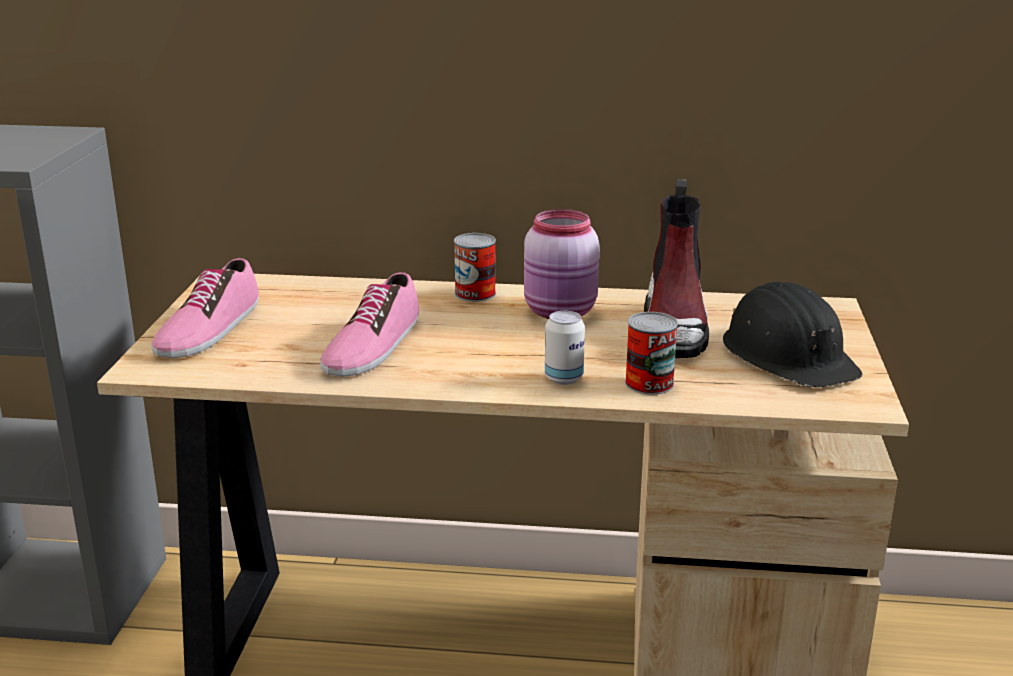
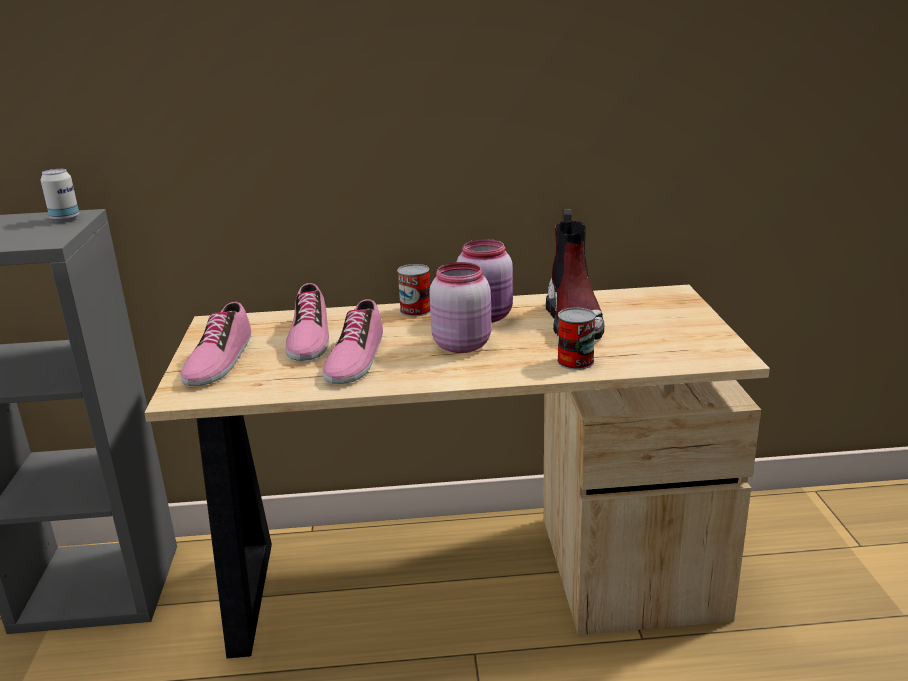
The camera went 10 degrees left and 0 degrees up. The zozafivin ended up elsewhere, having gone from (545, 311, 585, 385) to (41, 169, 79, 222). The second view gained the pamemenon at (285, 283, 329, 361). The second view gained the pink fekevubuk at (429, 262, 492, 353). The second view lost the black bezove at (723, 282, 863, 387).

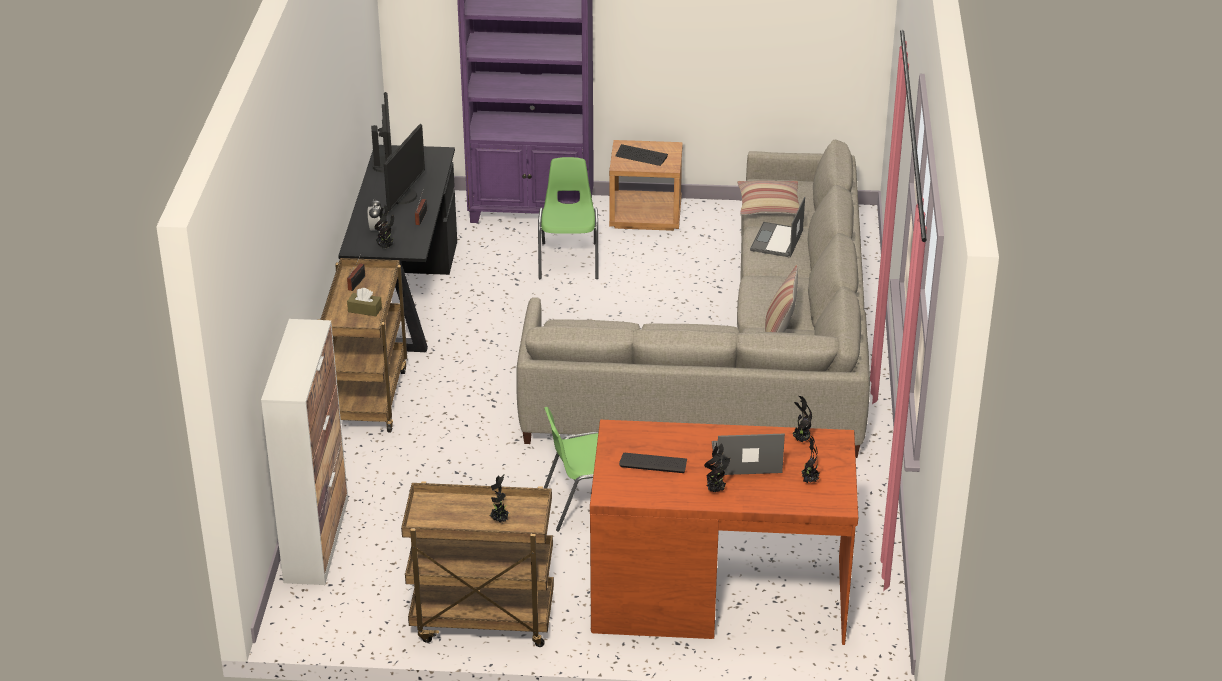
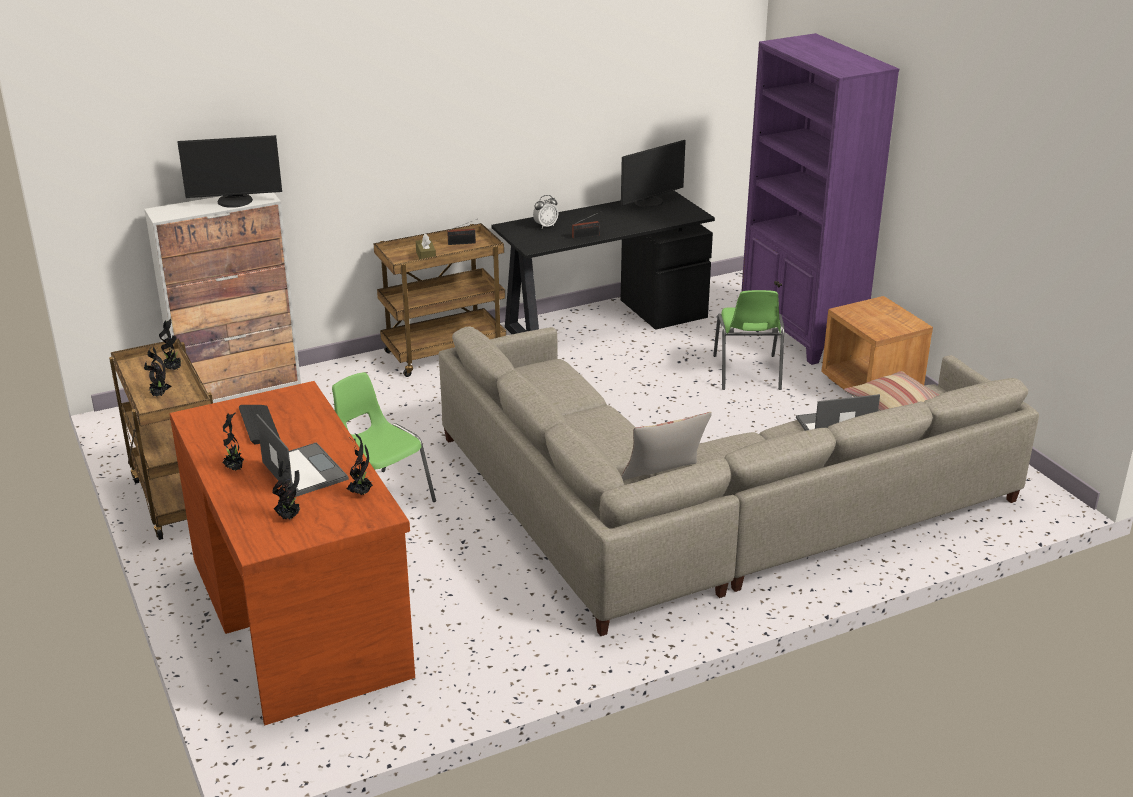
The camera went 60 degrees right and 5 degrees down. The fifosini ended up elsewhere, having gone from (374, 205, 394, 248) to (159, 319, 182, 370). The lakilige ended up elsewhere, having gone from (384, 124, 425, 211) to (177, 135, 282, 208). The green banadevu at (538, 157, 598, 279) ended up facing another way, 120 degrees clockwise from before. The second view lost the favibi at (615, 144, 668, 166).

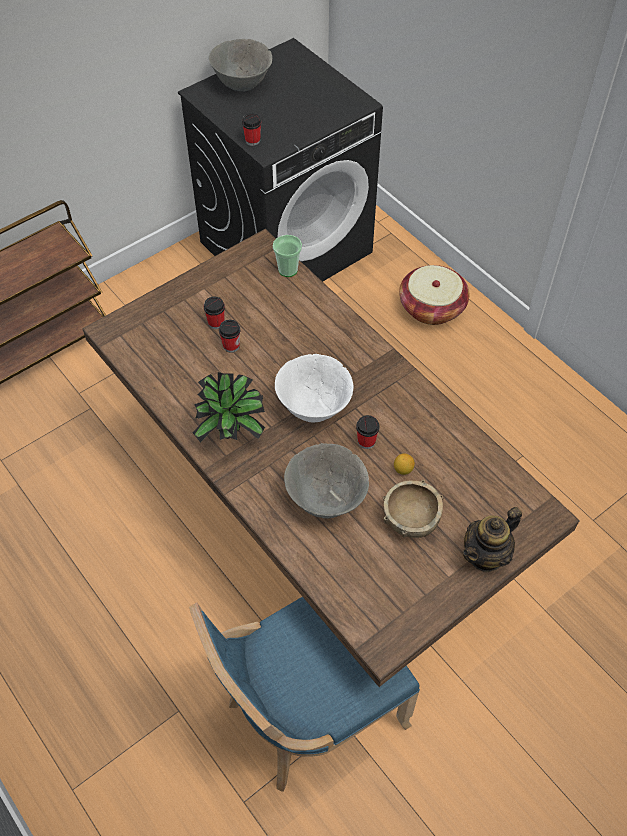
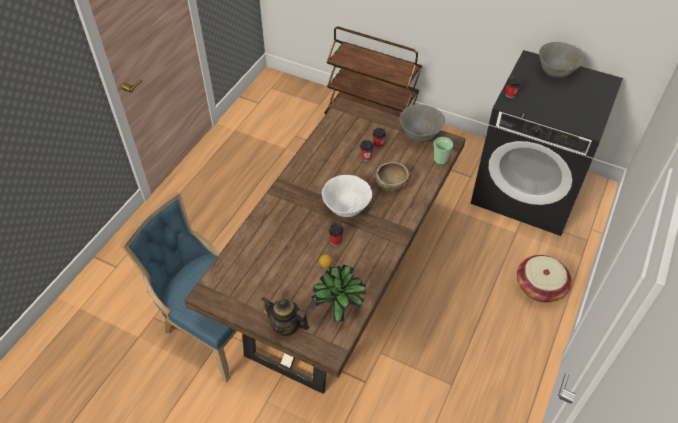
The camera went 65 degrees right and 5 degrees down. The fifosini ended up elsewhere, having gone from (193, 372, 265, 442) to (311, 264, 366, 322). The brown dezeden ended up elsewhere, having gone from (383, 480, 443, 538) to (374, 162, 411, 191). The grey dezeden ended up elsewhere, having gone from (284, 443, 369, 518) to (400, 104, 445, 142).

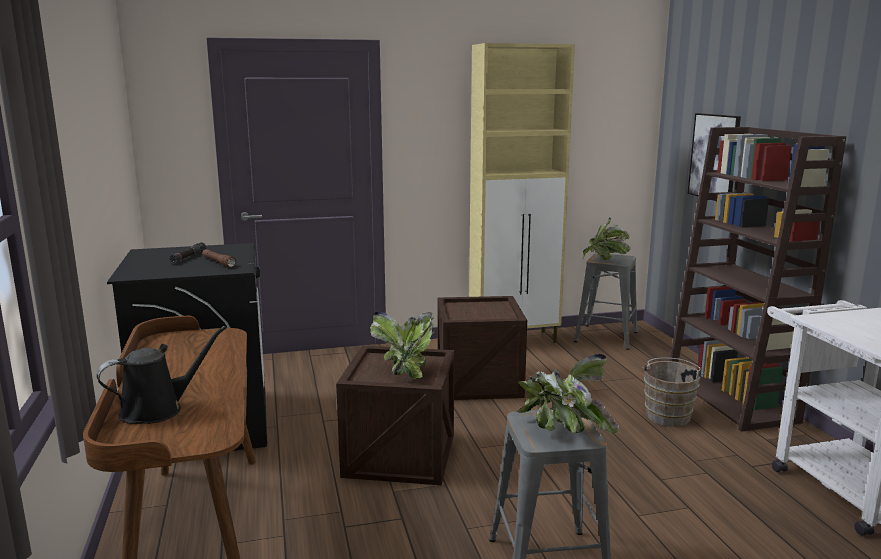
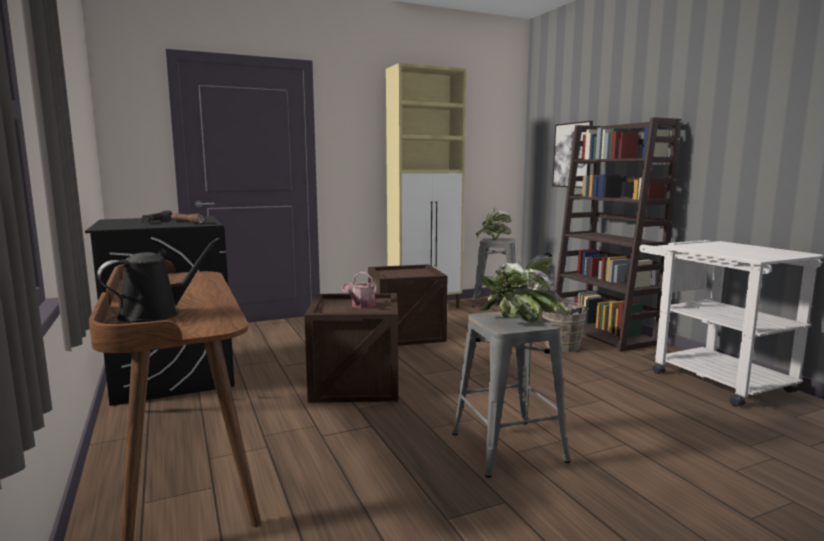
The camera went 10 degrees left and 5 degrees down. Where the fifosini stood at (370, 312, 434, 379), the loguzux came to stand at (342, 272, 377, 309).

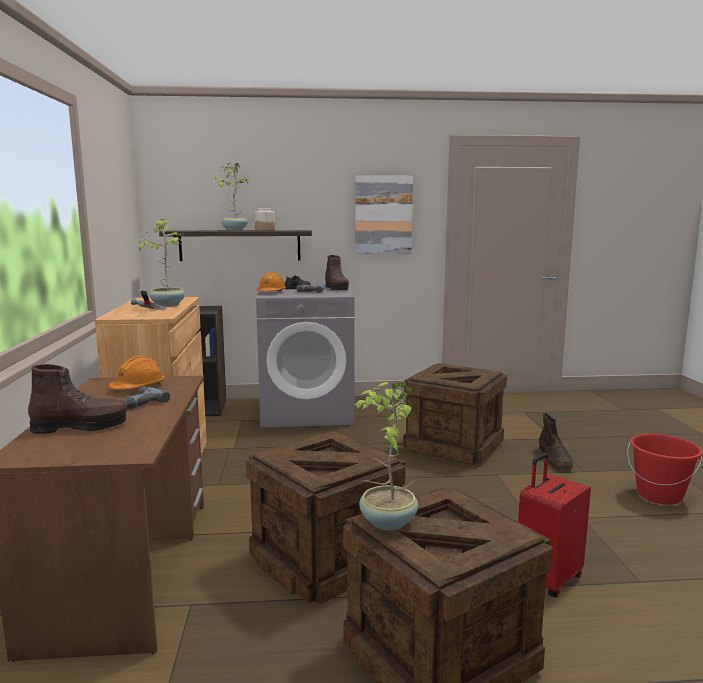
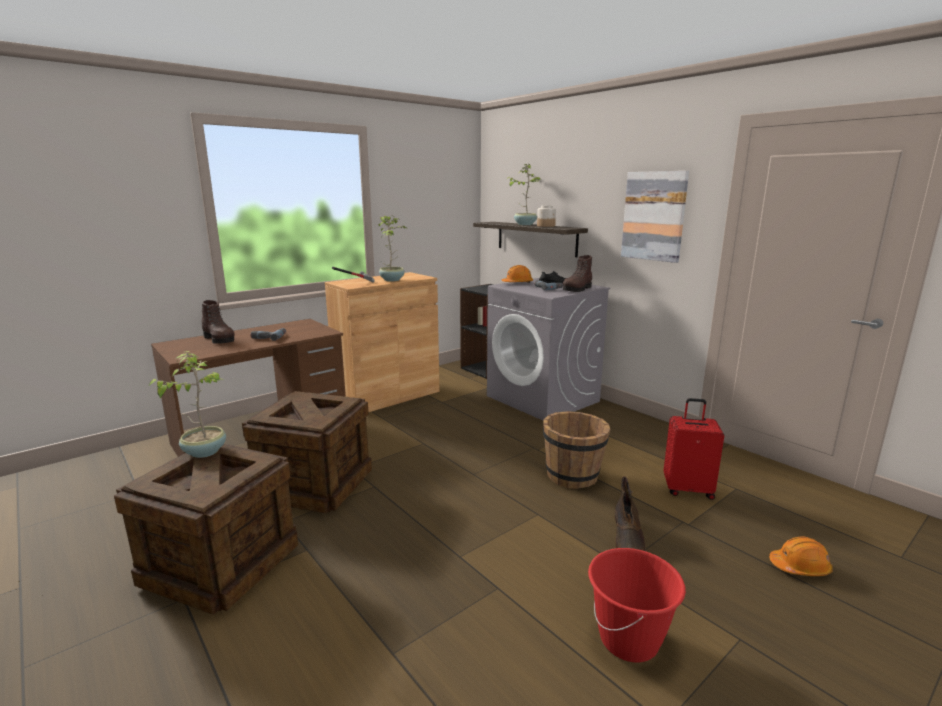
The camera went 55 degrees right and 5 degrees up. Where the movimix stood at (403, 363, 507, 465), the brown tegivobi came to stand at (543, 411, 611, 489). The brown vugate at (539, 413, 573, 469) ended up facing another way, 45 degrees counterclockwise from before. The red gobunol ended up elsewhere, having gone from (518, 453, 591, 598) to (663, 398, 724, 500). The orange bezove ended up elsewhere, having gone from (109, 356, 165, 390) to (769, 536, 833, 576).

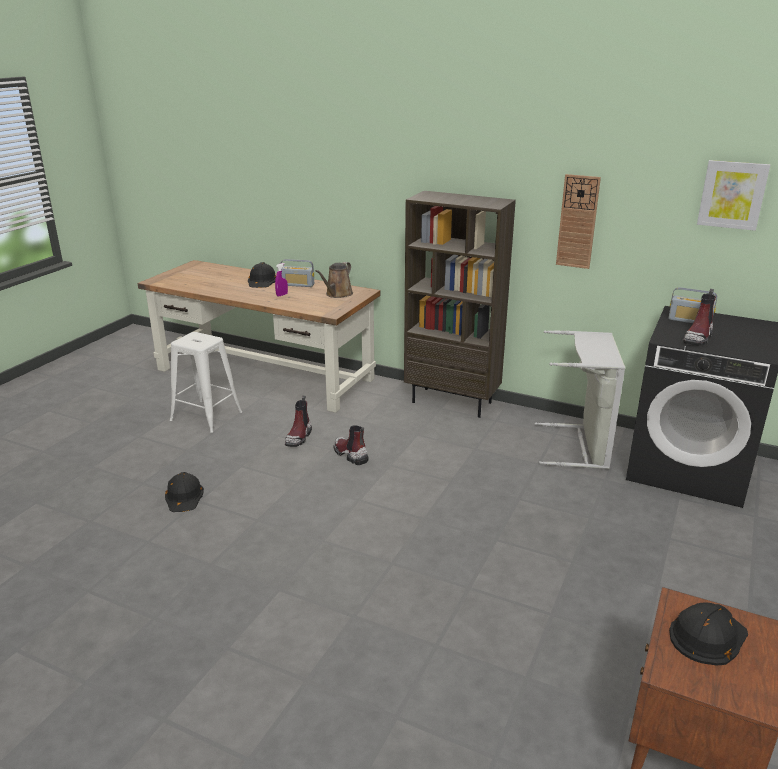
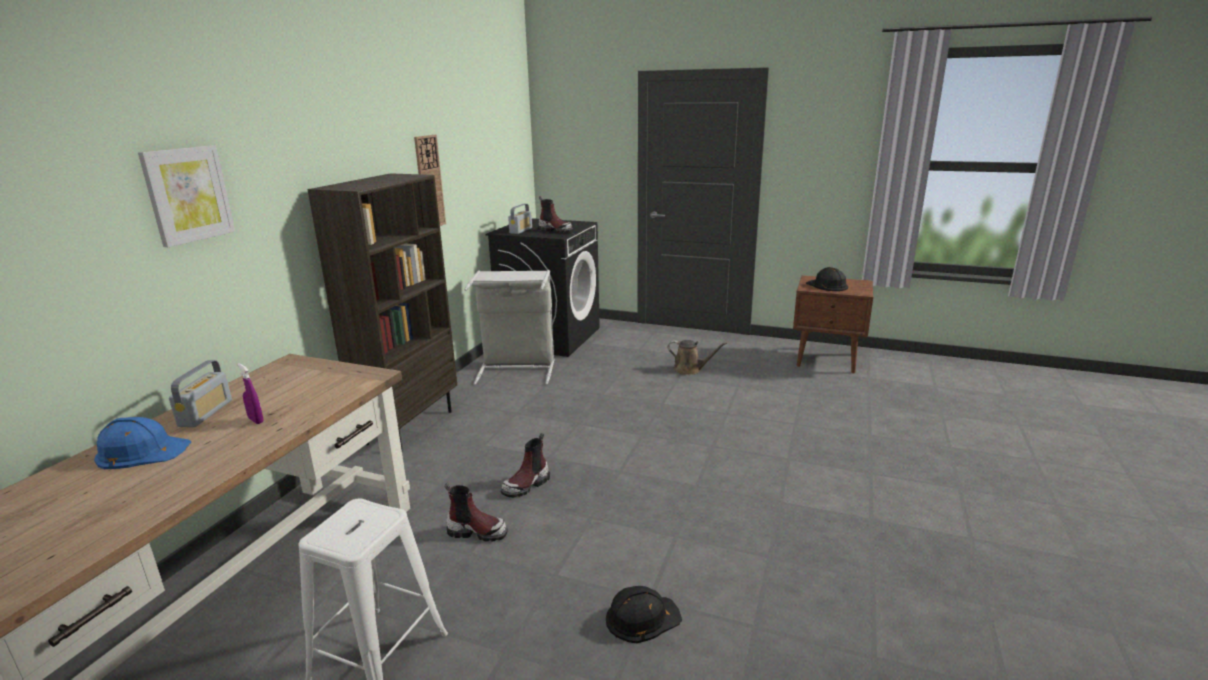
The camera went 95 degrees left and 5 degrees down. What was the black bezove at (248, 262, 276, 288) turned into the blue bezove at (94, 417, 191, 469). The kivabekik ended up elsewhere, having gone from (697, 160, 770, 231) to (138, 145, 235, 247). The brown loguzux ended up elsewhere, having gone from (315, 262, 353, 298) to (667, 340, 727, 375).

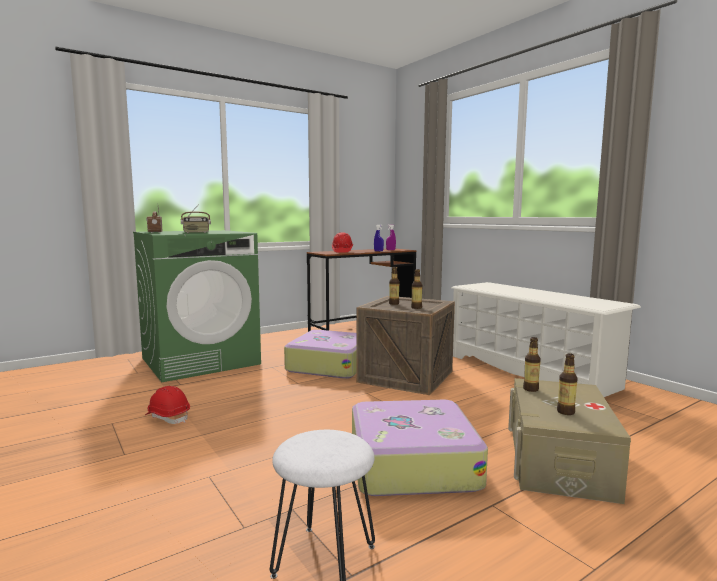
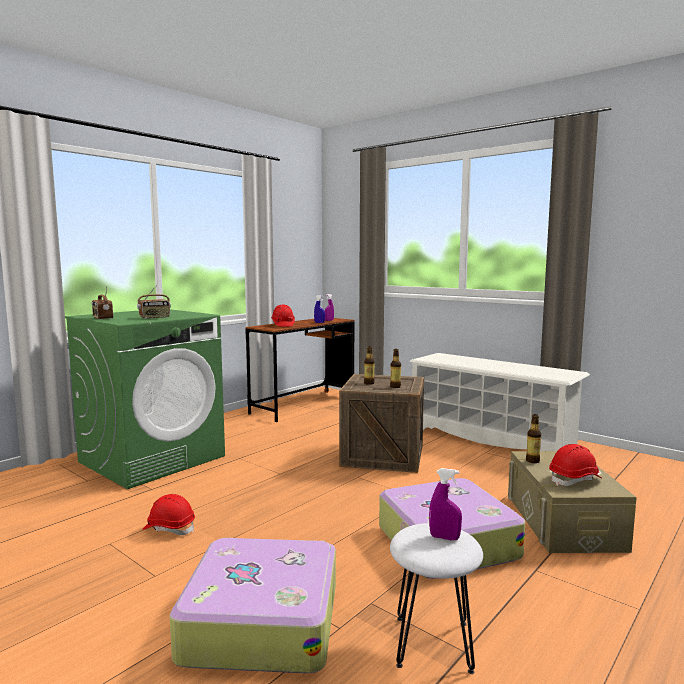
The camera went 15 degrees left and 0 degrees up. The gobunol ended up elsewhere, having gone from (284, 330, 356, 379) to (170, 538, 336, 673). The second view gained the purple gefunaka at (429, 468, 462, 541). Where the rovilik stood at (557, 353, 578, 415), the red bezove came to stand at (549, 444, 601, 486).

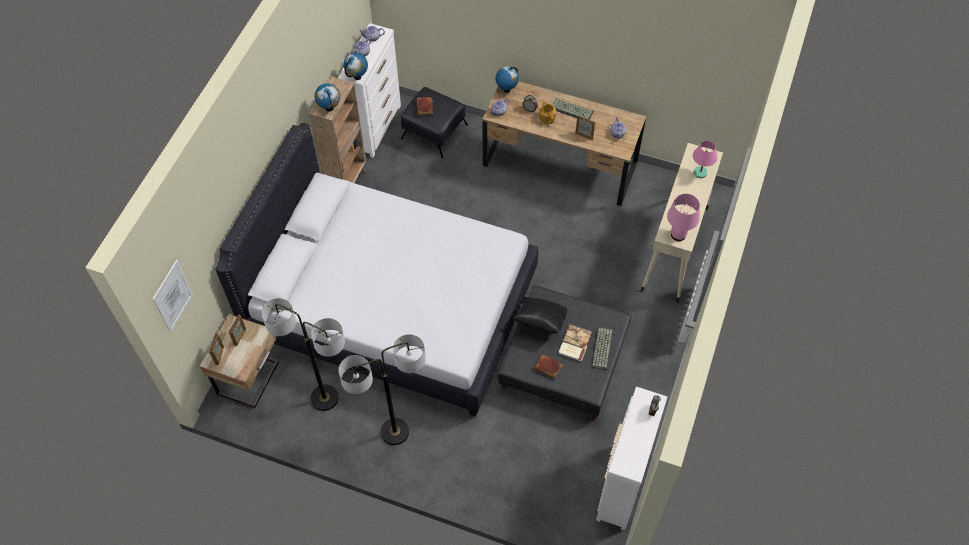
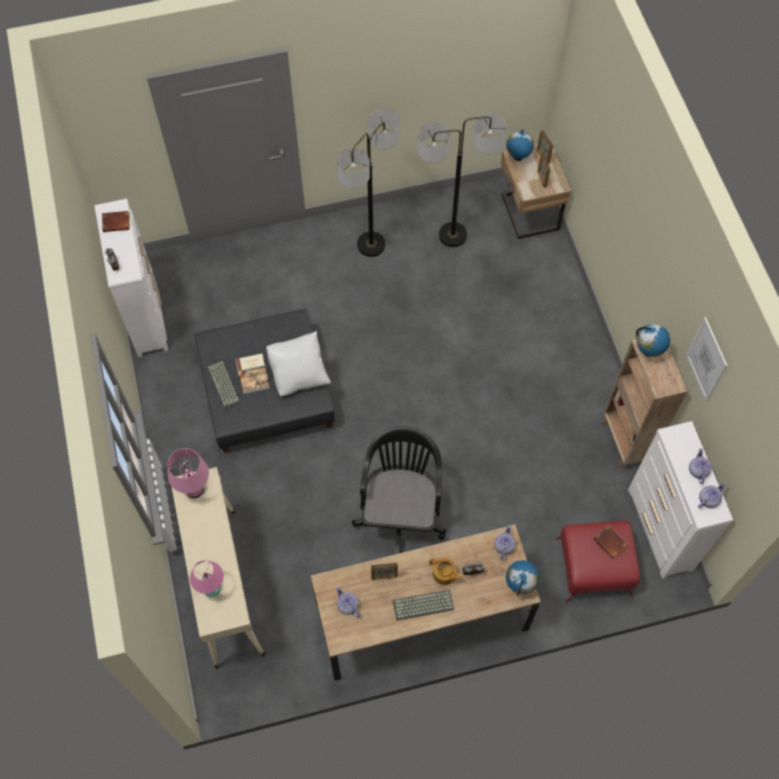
The camera went 145 degrees right and 5 degrees up. The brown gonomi ended up elsewhere, having gone from (535, 354, 563, 378) to (102, 211, 130, 232). What was the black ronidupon at (513, 297, 567, 334) turned into the white ronidupon at (266, 331, 331, 396). The second view gained the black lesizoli at (352, 426, 446, 555). The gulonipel ended up elsewhere, having gone from (343, 53, 368, 80) to (507, 130, 534, 161). What was the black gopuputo at (401, 87, 468, 158) turned into the red gopuputo at (556, 521, 640, 603). The kivabekik ended up elsewhere, having gone from (153, 260, 194, 332) to (686, 317, 728, 402). The second view lost the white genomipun at (215, 123, 538, 417).

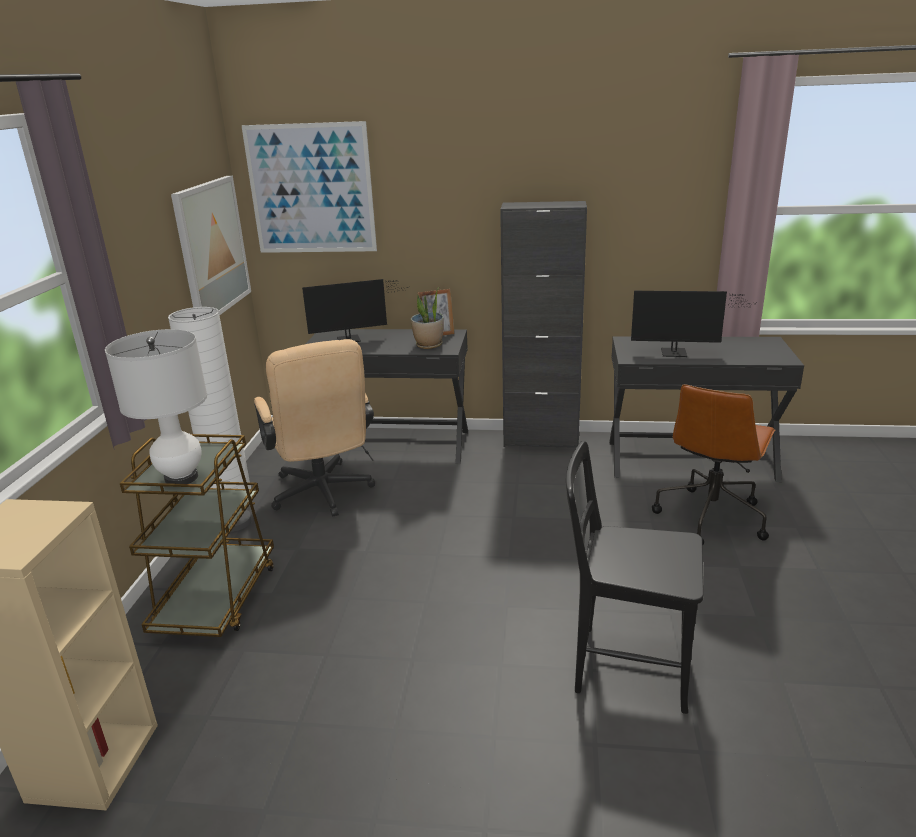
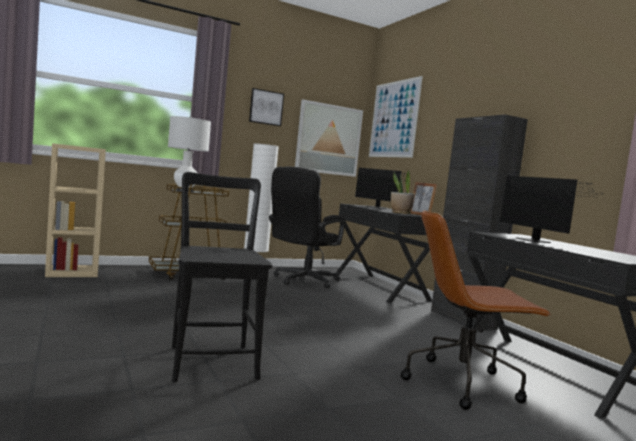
The camera went 55 degrees right and 20 degrees down. The second view gained the kivabekik at (249, 88, 284, 126). What was the beige lesizoli at (254, 339, 375, 517) turned into the black lesizoli at (269, 167, 345, 288).

